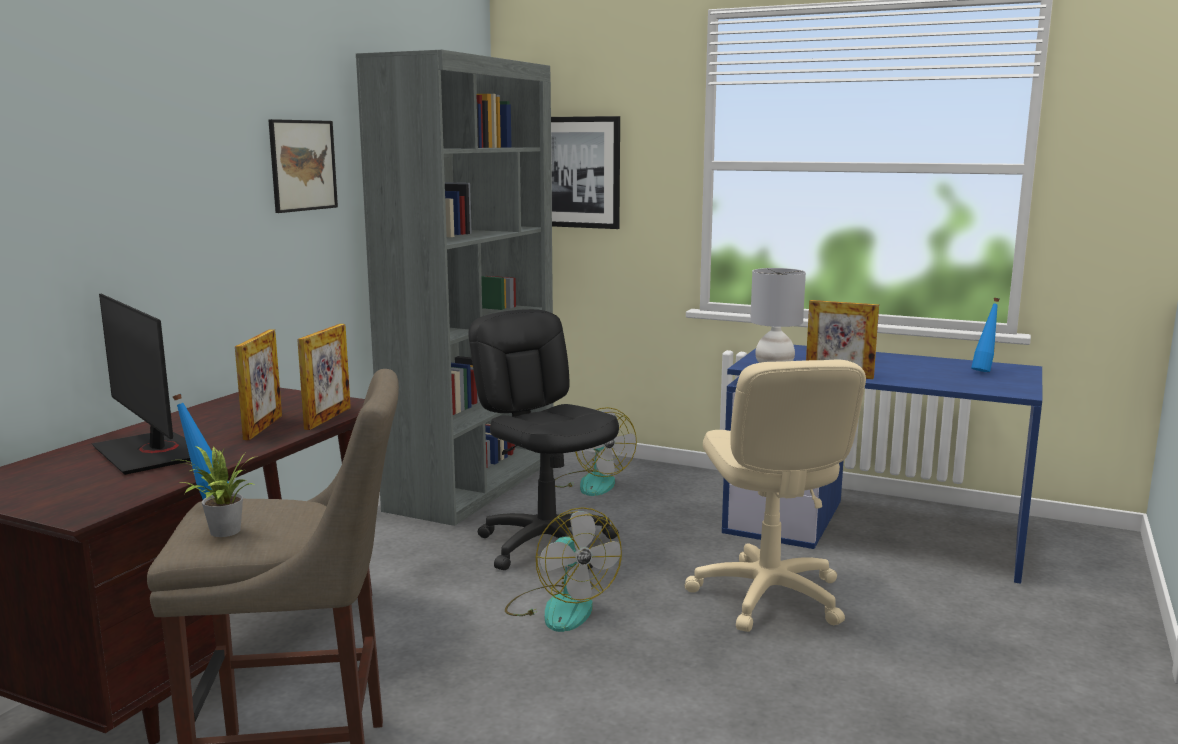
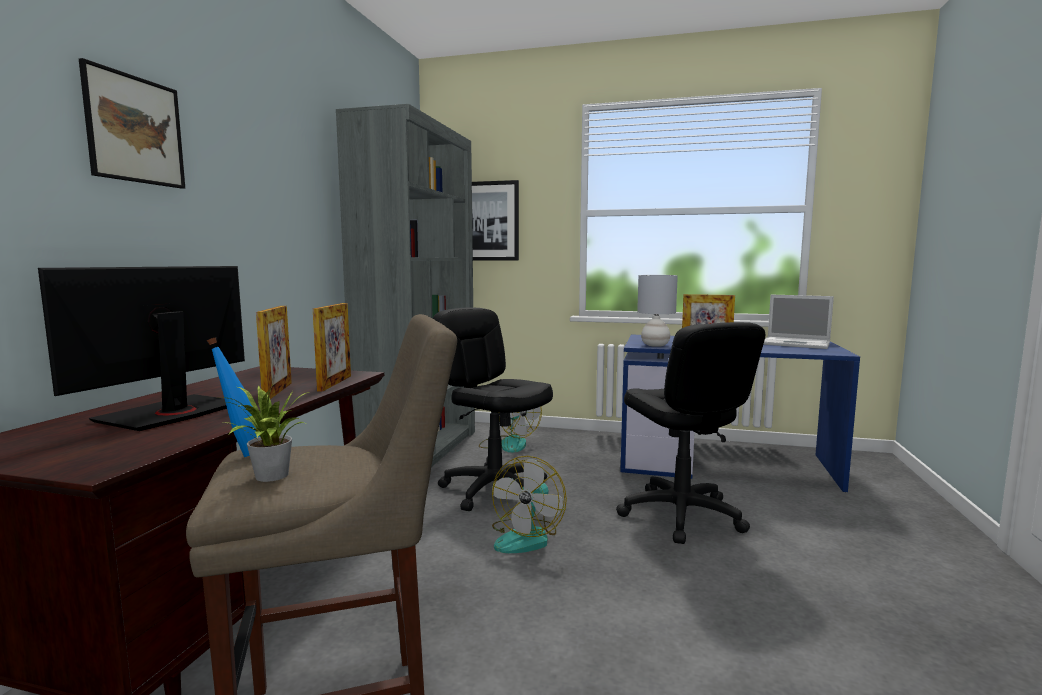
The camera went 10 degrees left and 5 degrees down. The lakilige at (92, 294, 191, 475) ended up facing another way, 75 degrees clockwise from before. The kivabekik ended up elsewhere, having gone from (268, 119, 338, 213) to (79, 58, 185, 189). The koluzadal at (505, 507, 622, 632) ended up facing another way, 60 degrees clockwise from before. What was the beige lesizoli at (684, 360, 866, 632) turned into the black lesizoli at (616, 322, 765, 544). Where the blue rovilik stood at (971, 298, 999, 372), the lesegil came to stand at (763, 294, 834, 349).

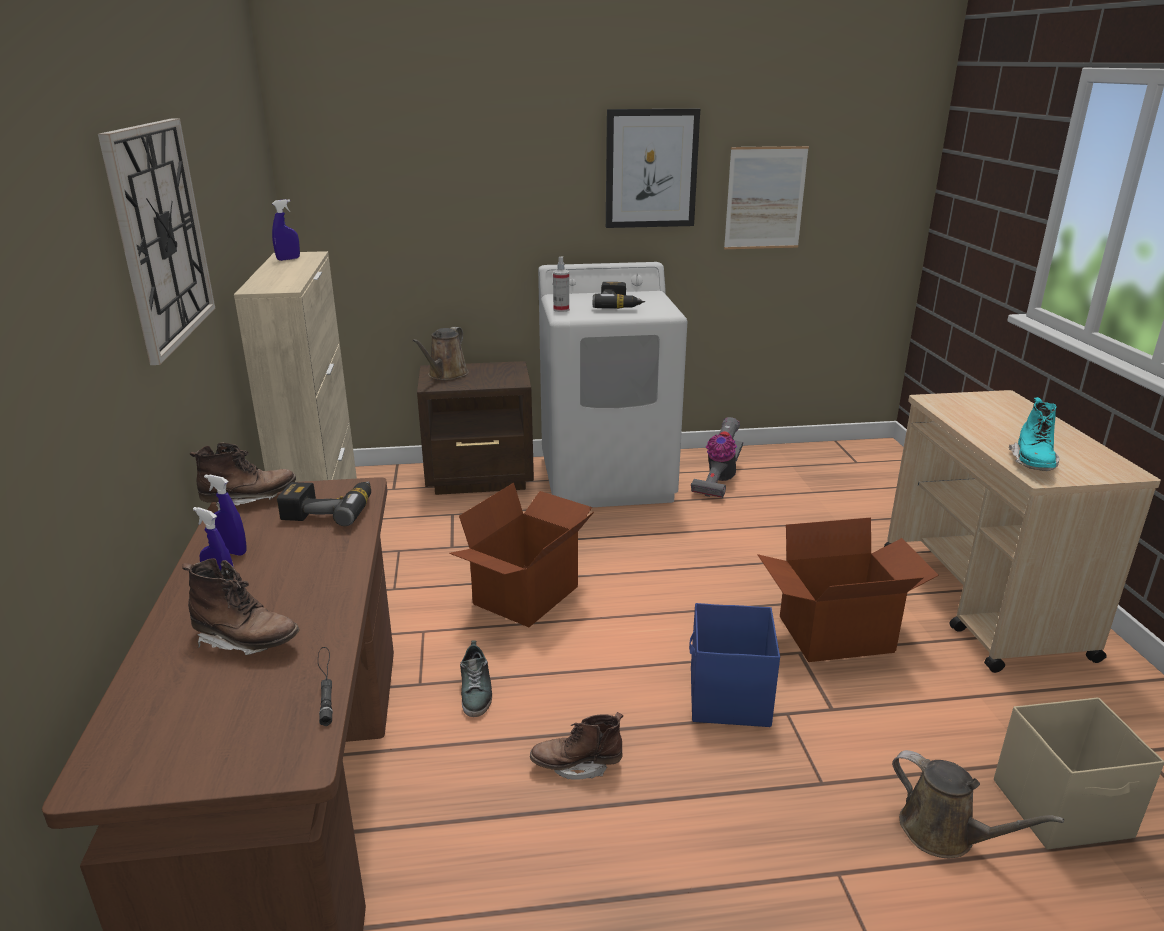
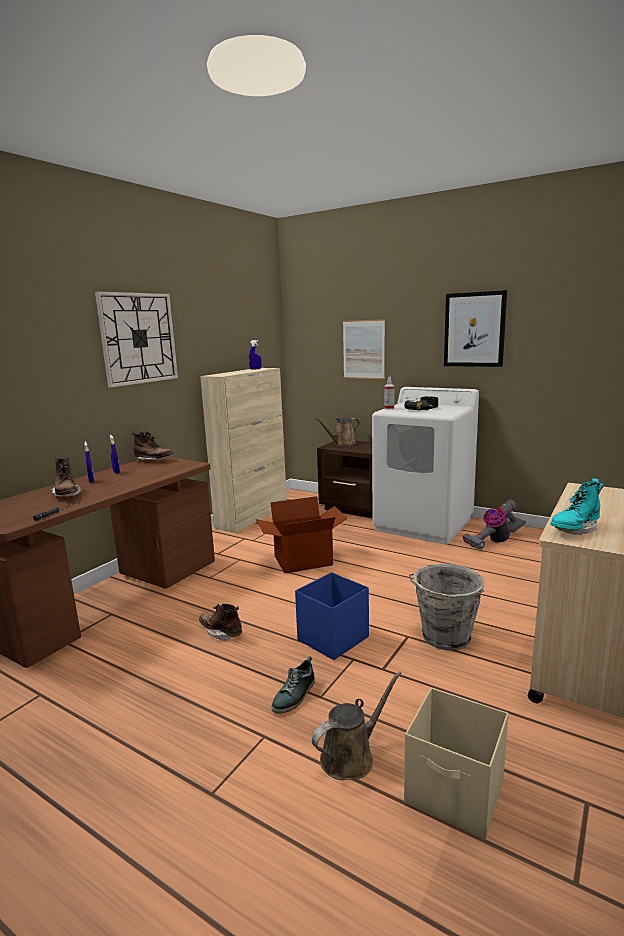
The camera went 40 degrees right and 10 degrees down. The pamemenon ended up elsewhere, having gone from (460, 640, 492, 717) to (271, 656, 315, 714). The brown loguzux at (892, 750, 1064, 858) ended up facing another way, 120 degrees counterclockwise from before. The kivabekik ended up elsewhere, having gone from (724, 146, 809, 249) to (343, 319, 385, 379). Where the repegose stood at (758, 518, 939, 662), the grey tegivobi came to stand at (409, 563, 484, 651). The second view lost the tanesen at (277, 481, 371, 526).

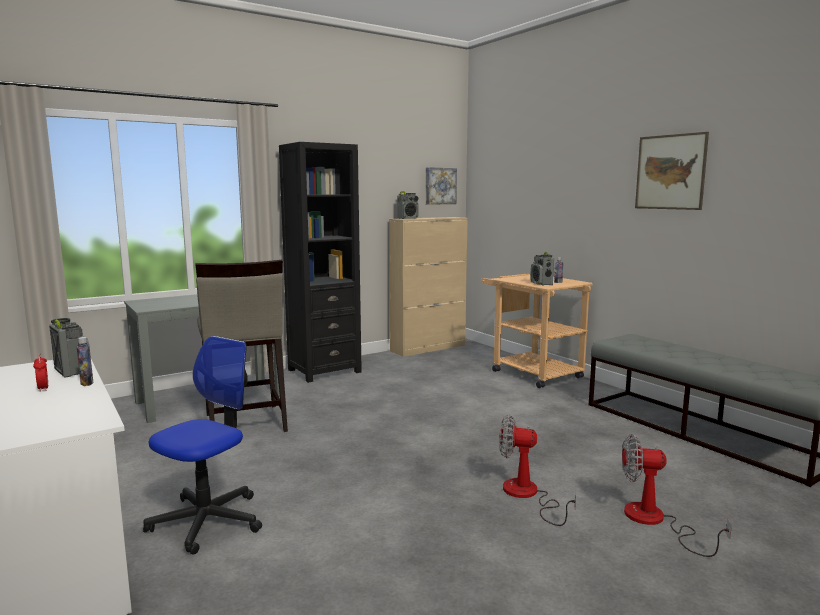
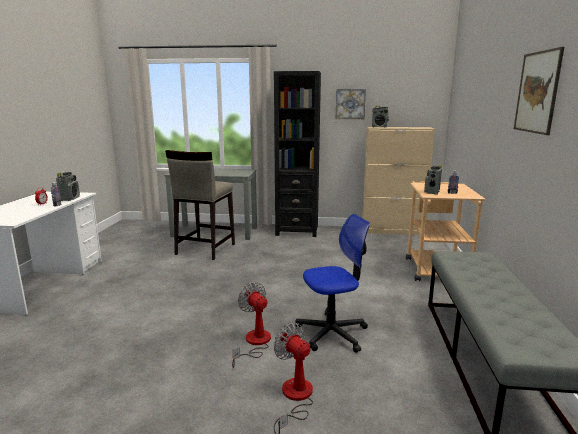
The camera went 40 degrees right and 5 degrees up. The lesizoli ended up elsewhere, having gone from (143, 336, 262, 555) to (295, 214, 370, 353). The kivabekik ended up elsewhere, having gone from (426, 167, 457, 205) to (336, 89, 366, 119).

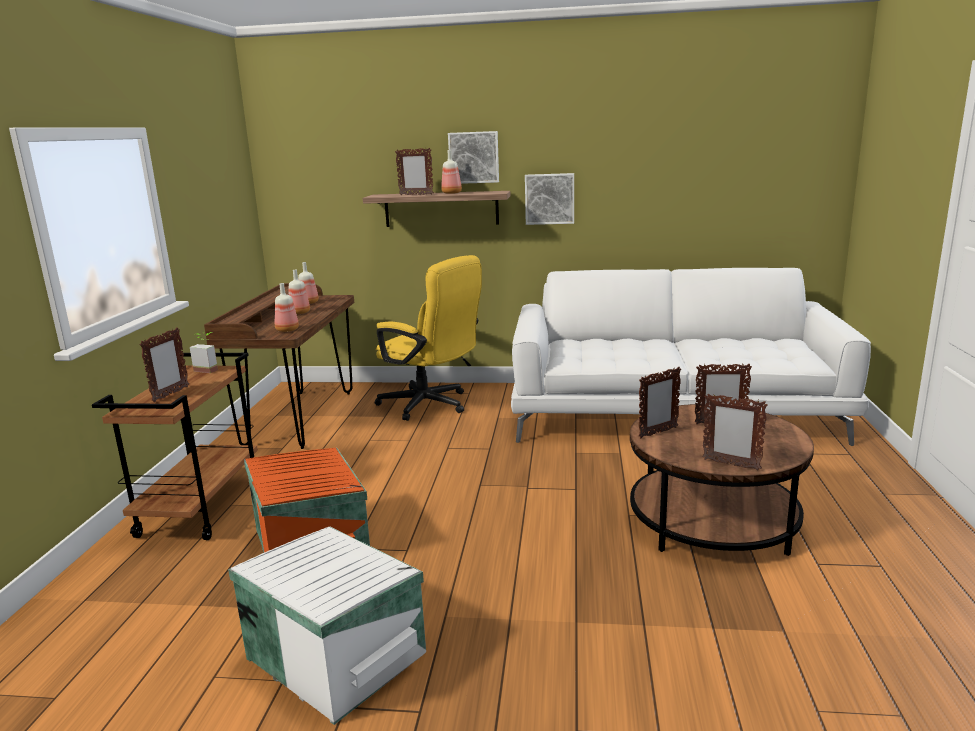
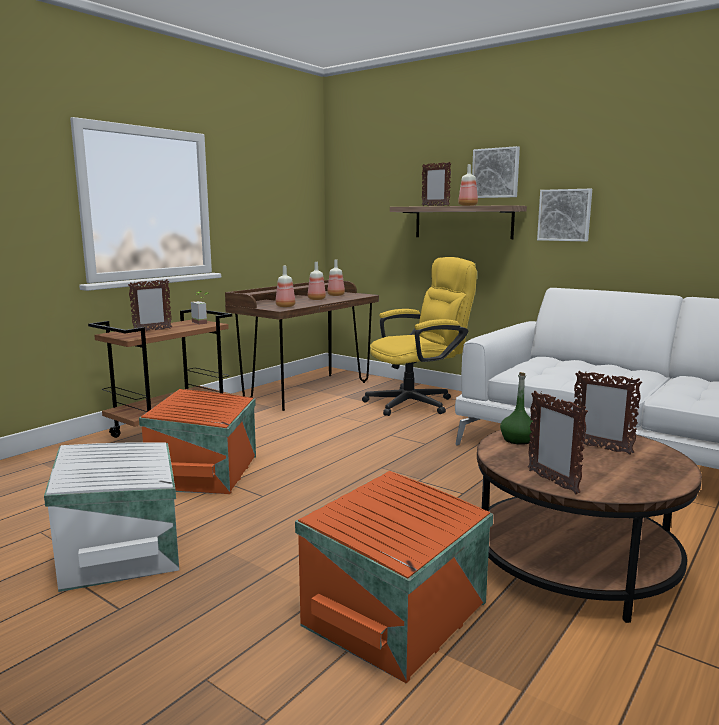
The camera went 30 degrees right and 5 degrees down. The second view gained the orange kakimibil at (295, 471, 493, 683). The yellow lesizoli at (375, 255, 482, 421) ended up facing another way, 90 degrees counterclockwise from before. Where the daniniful stood at (639, 367, 681, 438), the green rovilik came to stand at (500, 372, 534, 445).

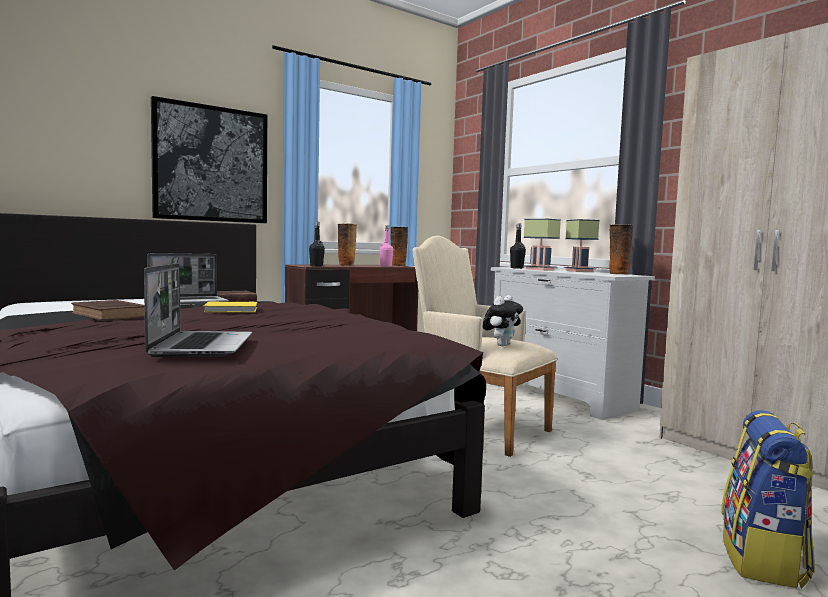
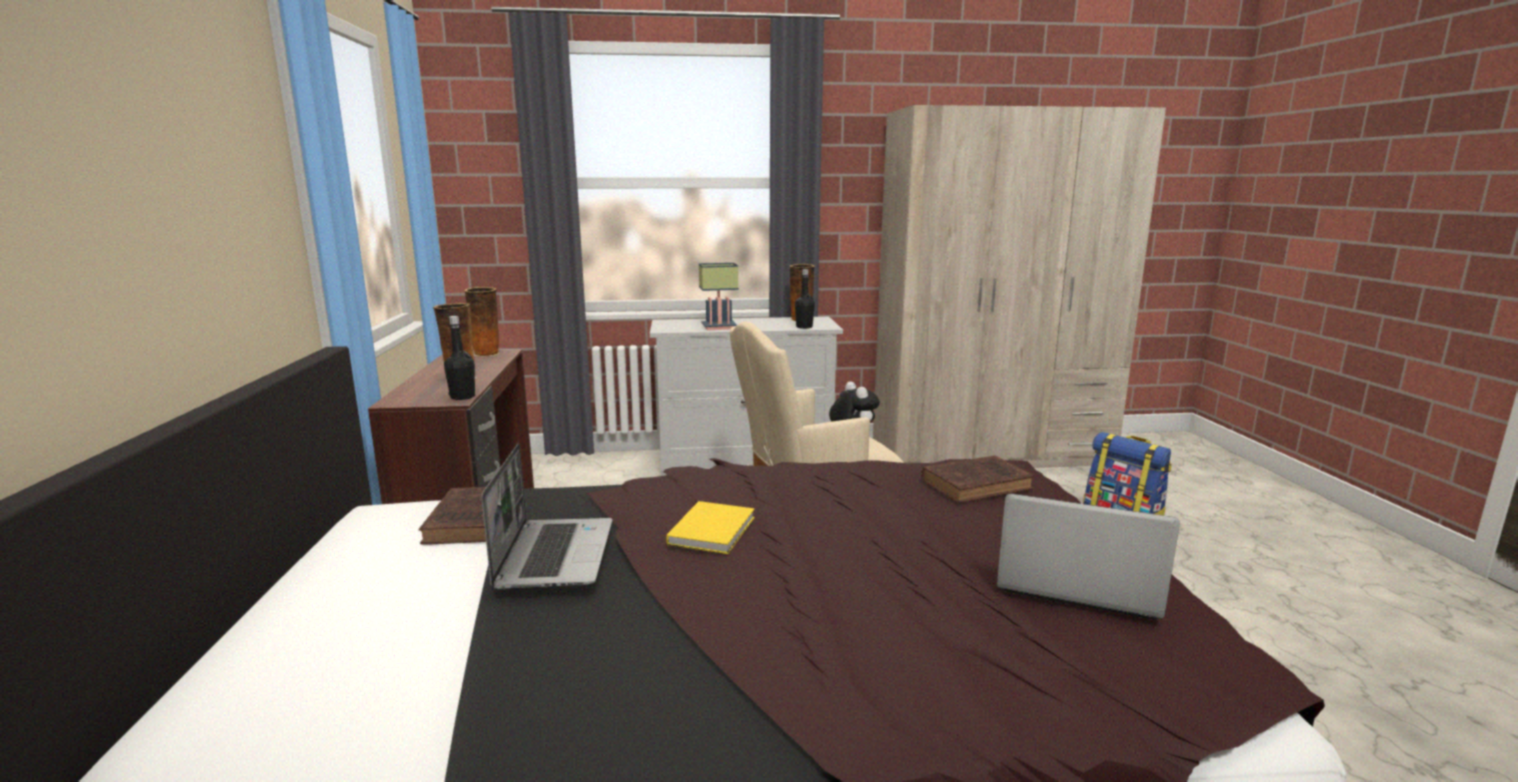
The camera went 60 degrees left and 10 degrees up. The black rovilik ended up elsewhere, having gone from (510, 224, 526, 269) to (795, 269, 815, 329). The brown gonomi ended up elsewhere, having gone from (71, 300, 145, 321) to (921, 455, 1034, 503). The second view lost the kivabekik at (151, 96, 267, 223). The second view lost the pink rovilik at (379, 225, 394, 266). The second view lost the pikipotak at (564, 219, 600, 272).

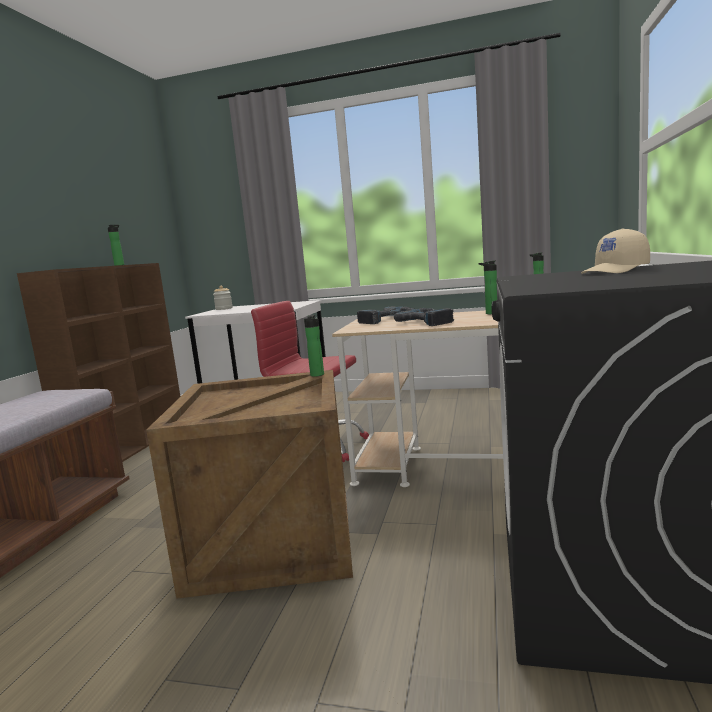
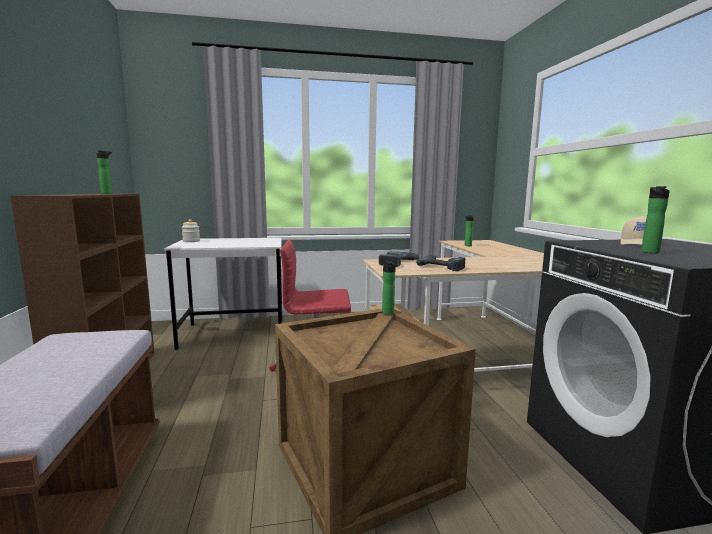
The camera went 25 degrees left and 0 degrees up. The rovilik ended up elsewhere, having gone from (478, 260, 497, 314) to (641, 186, 670, 254).

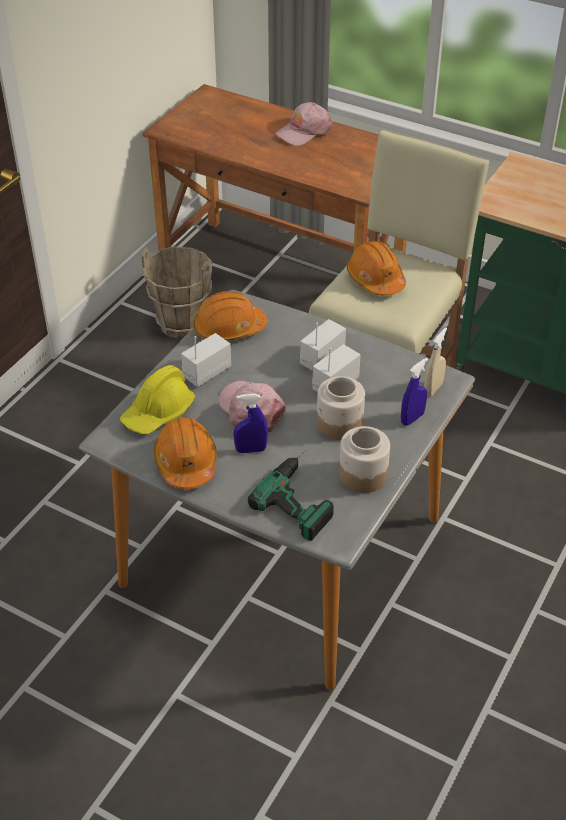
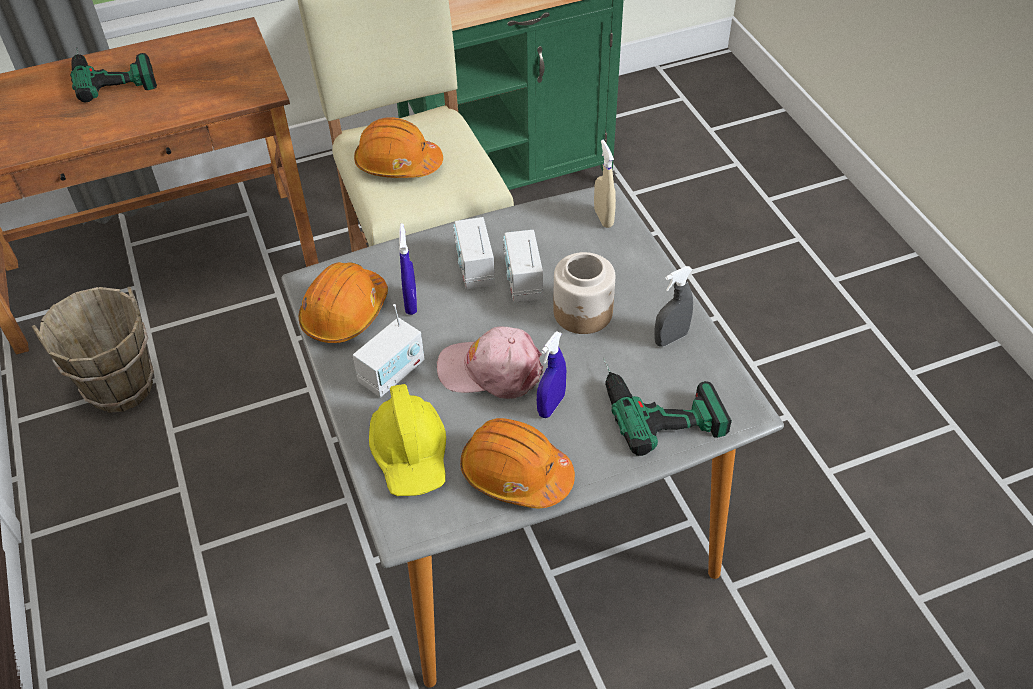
The camera went 50 degrees left and 5 degrees up. Where the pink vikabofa stood at (276, 102, 333, 146), the tanesen came to stand at (70, 47, 157, 102). The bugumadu at (181, 333, 231, 387) ended up facing another way, 135 degrees counterclockwise from before. The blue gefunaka ended up elsewhere, having gone from (401, 358, 428, 426) to (399, 223, 417, 315). Where the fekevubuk stood at (339, 426, 390, 493), the grey gefunaka came to stand at (654, 266, 693, 346).

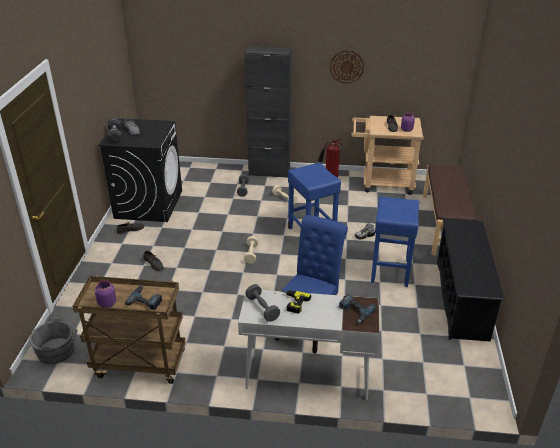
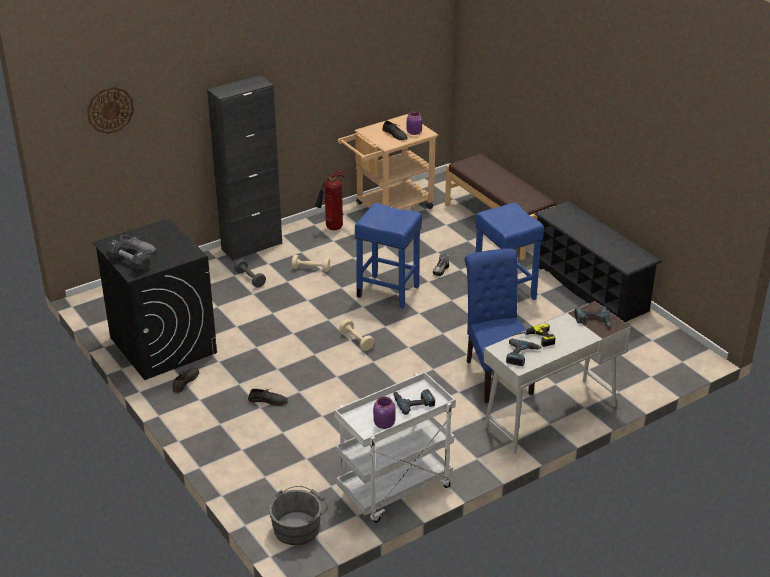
The camera went 40 degrees left and 0 degrees up. The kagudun ended up elsewhere, having gone from (330, 51, 364, 84) to (87, 87, 134, 134). What was the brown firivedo at (73, 275, 186, 384) turned into the white firivedo at (335, 372, 456, 523). Where the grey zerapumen stood at (245, 284, 280, 322), the tanesen came to stand at (506, 339, 542, 366).

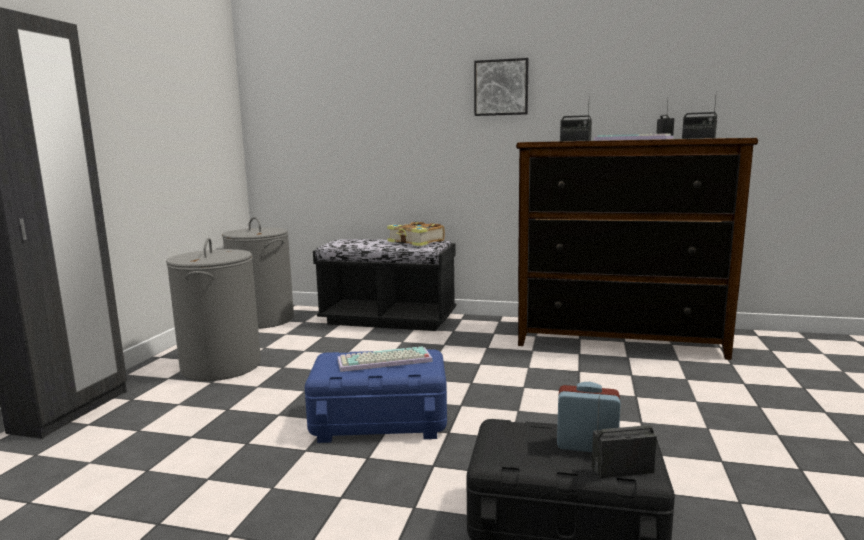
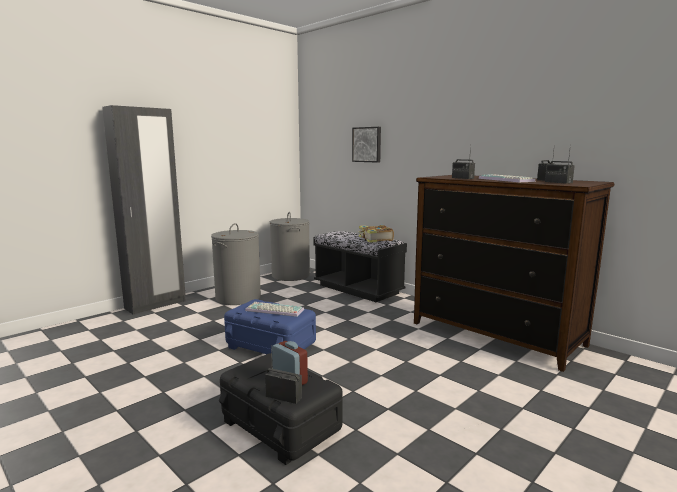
The camera went 30 degrees right and 0 degrees up. The kivabekik ended up elsewhere, having gone from (474, 58, 528, 116) to (352, 127, 381, 163).

